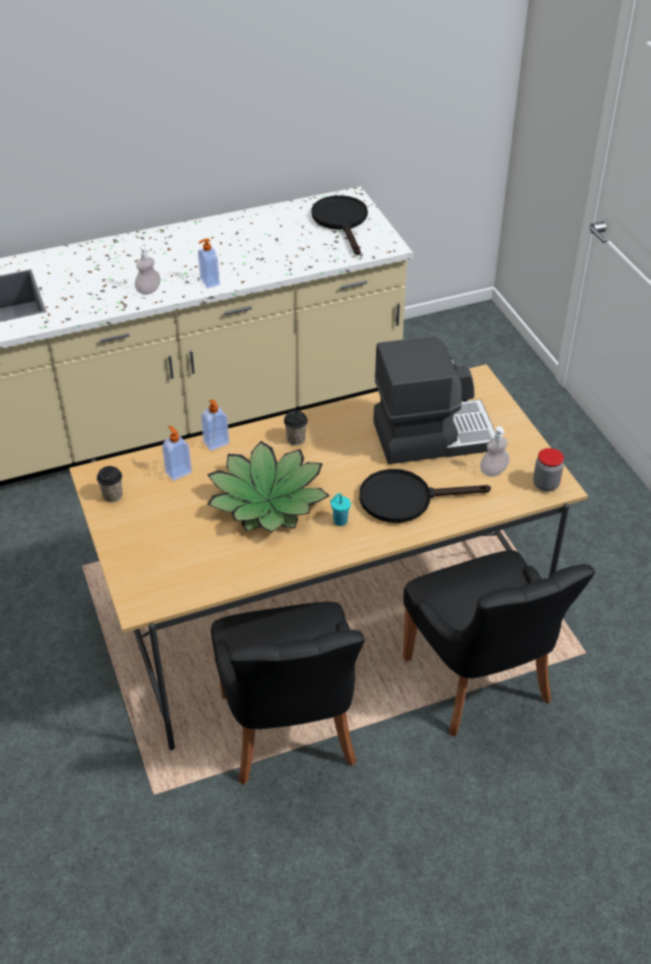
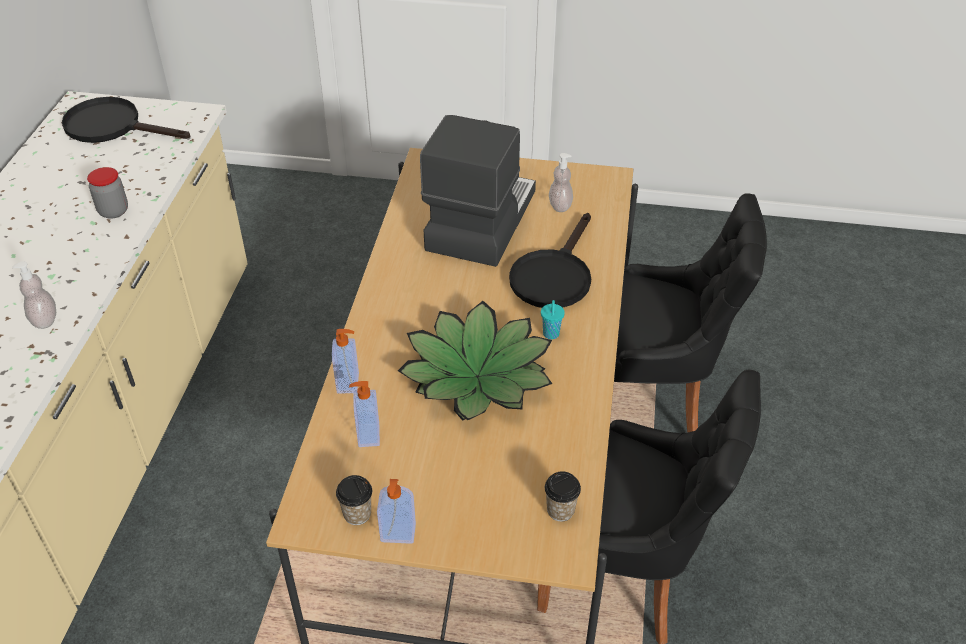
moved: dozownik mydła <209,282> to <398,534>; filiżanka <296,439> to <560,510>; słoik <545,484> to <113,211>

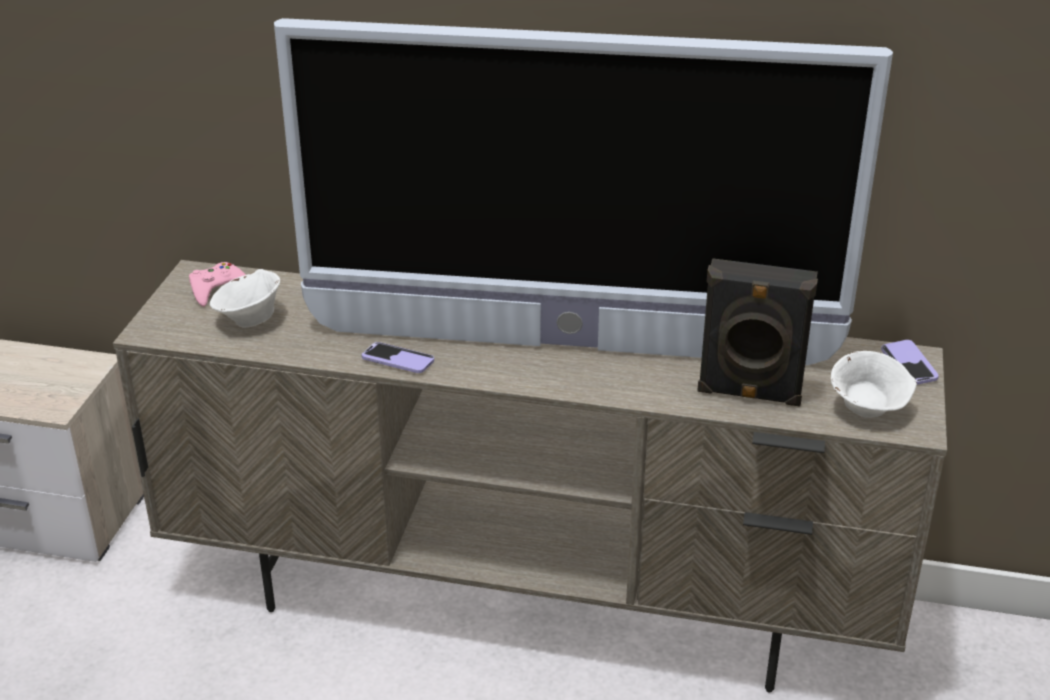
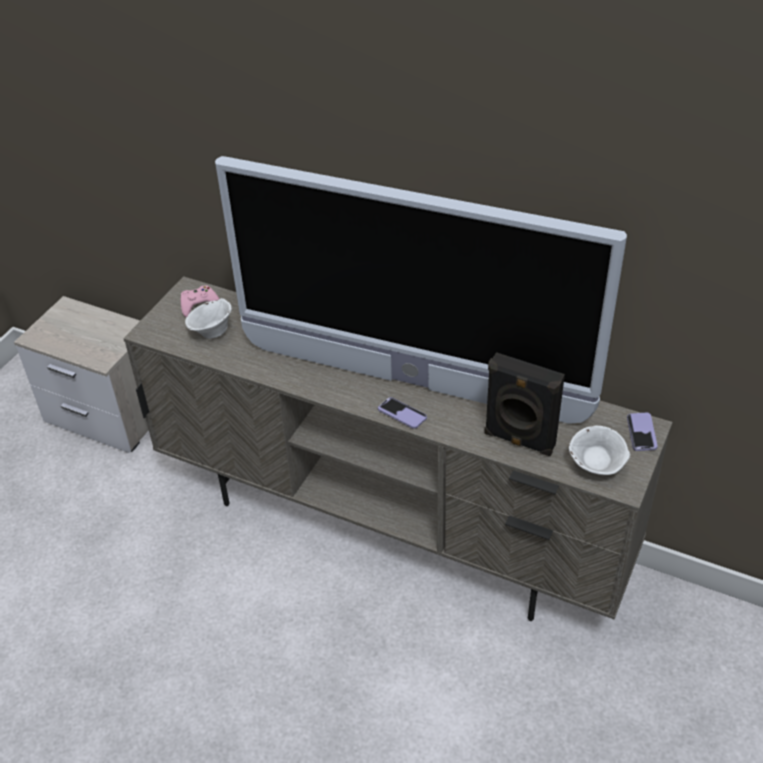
moved: telefon <398,360> to <402,414>

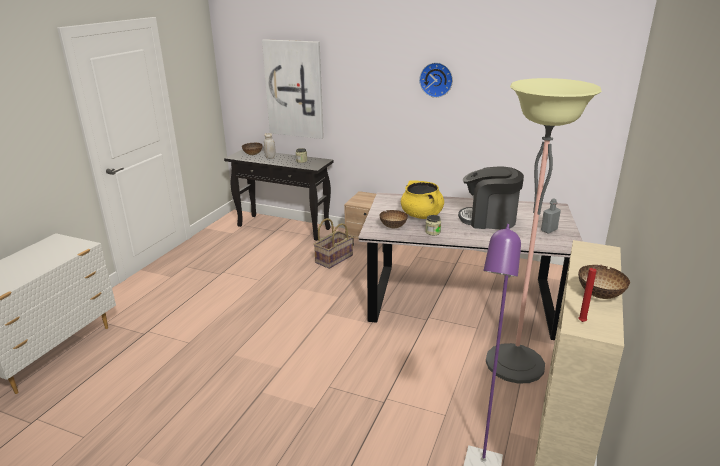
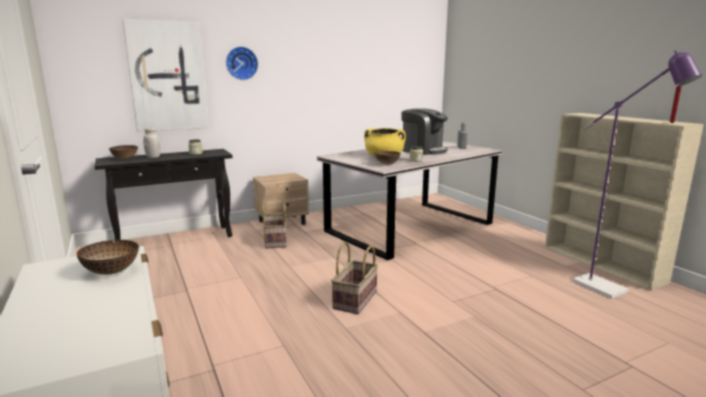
removed: lampa stojąca <514,364>
added: koszyk <356,300>
moved: zegar ścienny <436,79> to <241,63>; miska <600,295> to <112,272>
turned: ekspres do kawy <489,219> = <423,151> 105 degrees counterclockwise

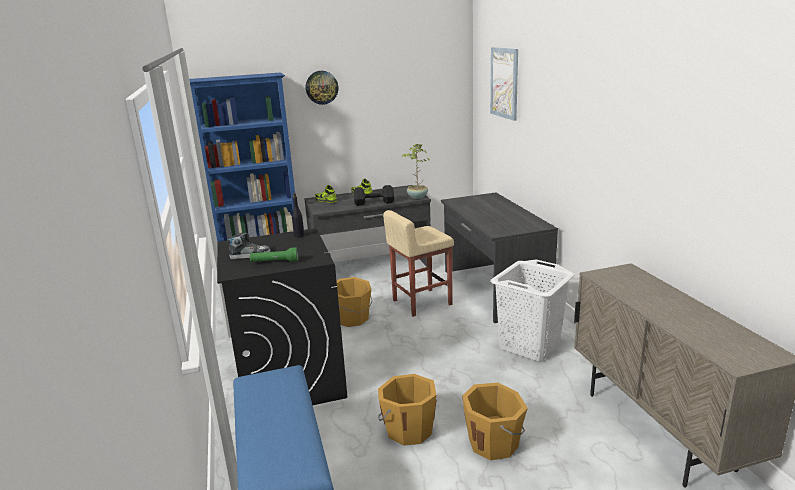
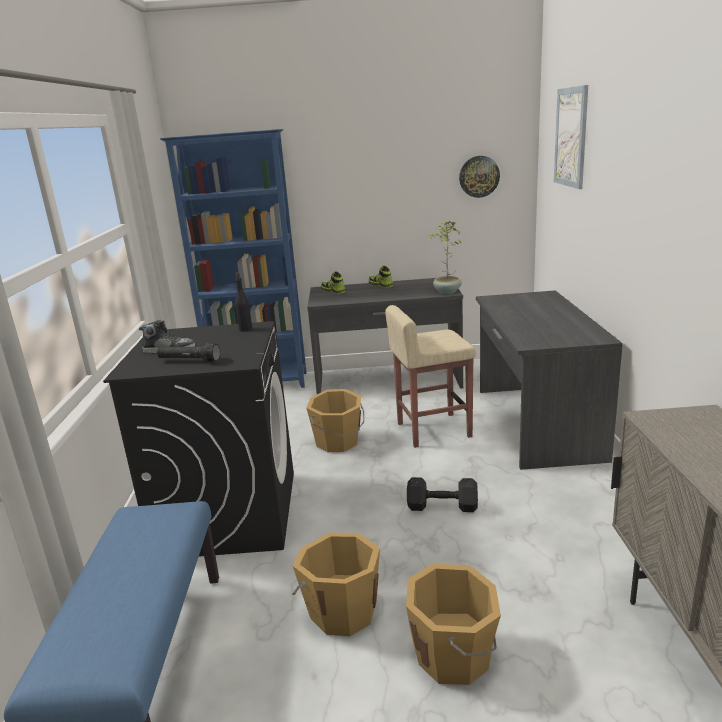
removed: kosz na pranie [biały] <529,346>
moved: zegar ścienny <321,87> to <479,176>; hantel [czarny] <373,203> to <440,506>
recoloured: latarka [zielony] <274,262> to latarka [czarny] <189,361>

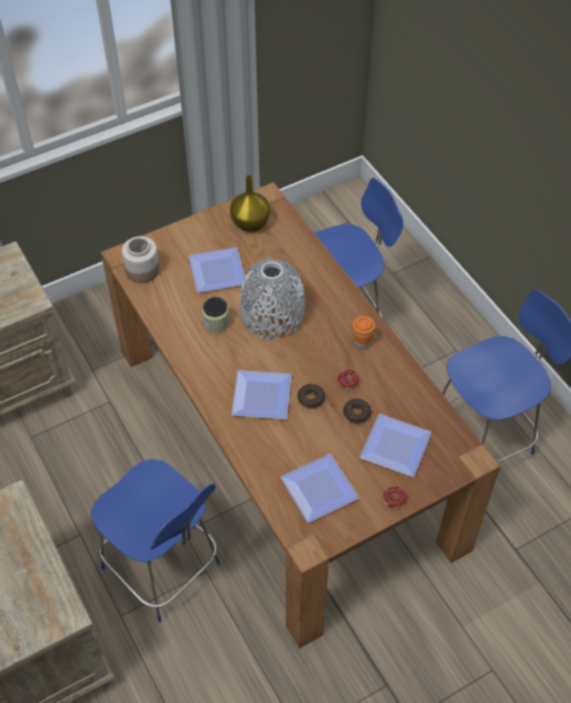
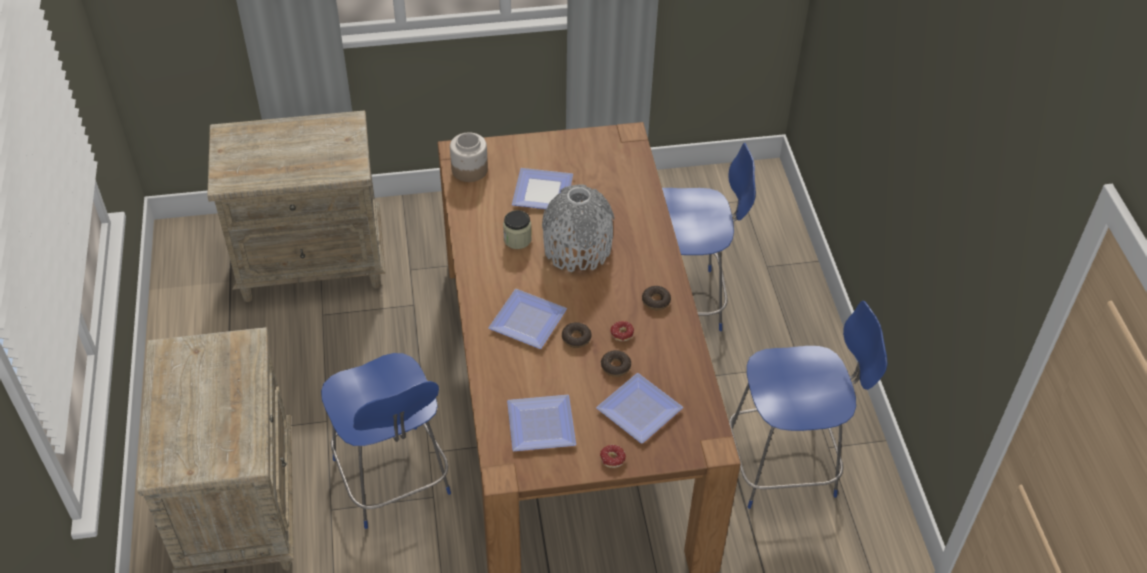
removed: wazon [żółty] <251,223>
replaced: filiżanka [pomarańczowy] <362,342> to donut <656,301>

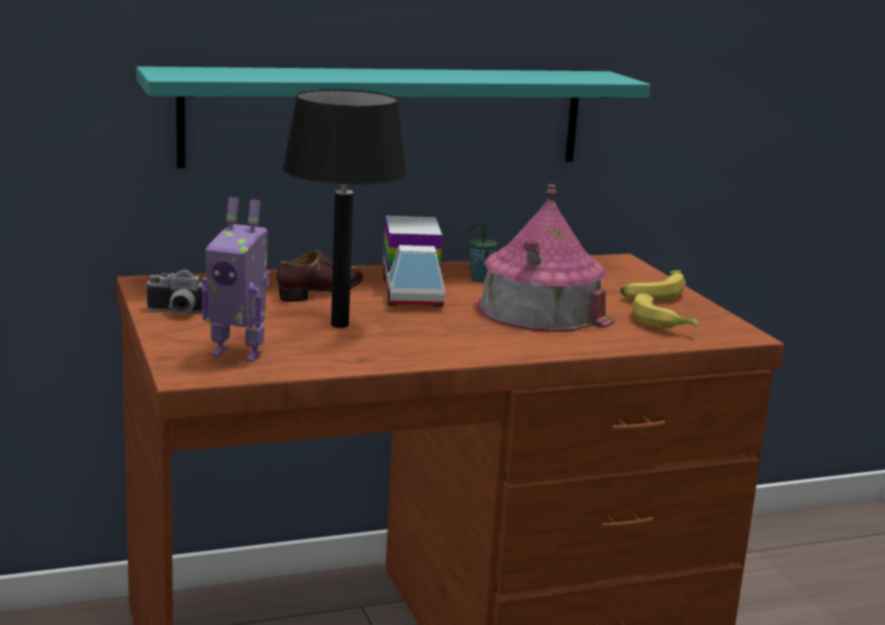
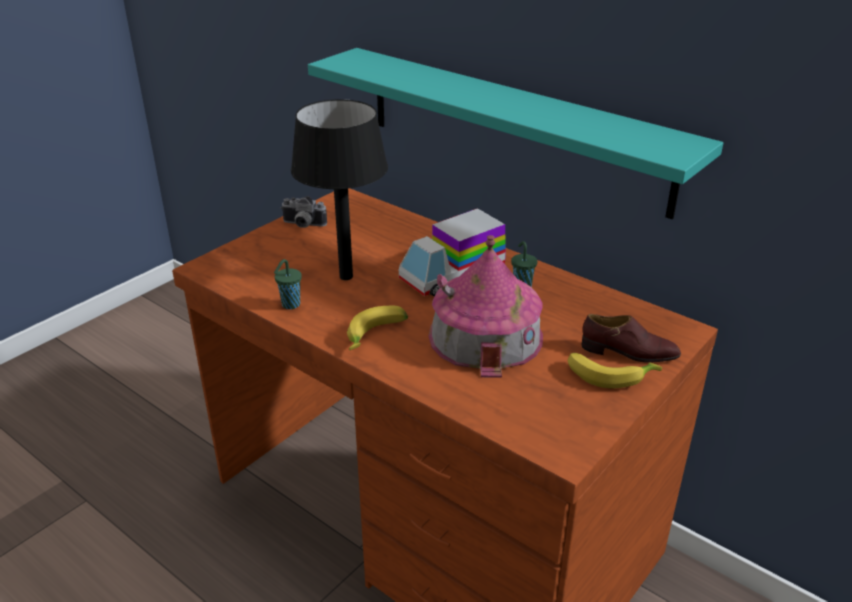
removed: robot zabawkowy <238,353>
added: filiżanka [zielony] <290,305>
moved: but [brązowy] <321,292> to <629,352>; banan <662,323> to <376,336>
turned: aparat fotograficzny <179,313> = <302,225> 45 degrees counterclockwise

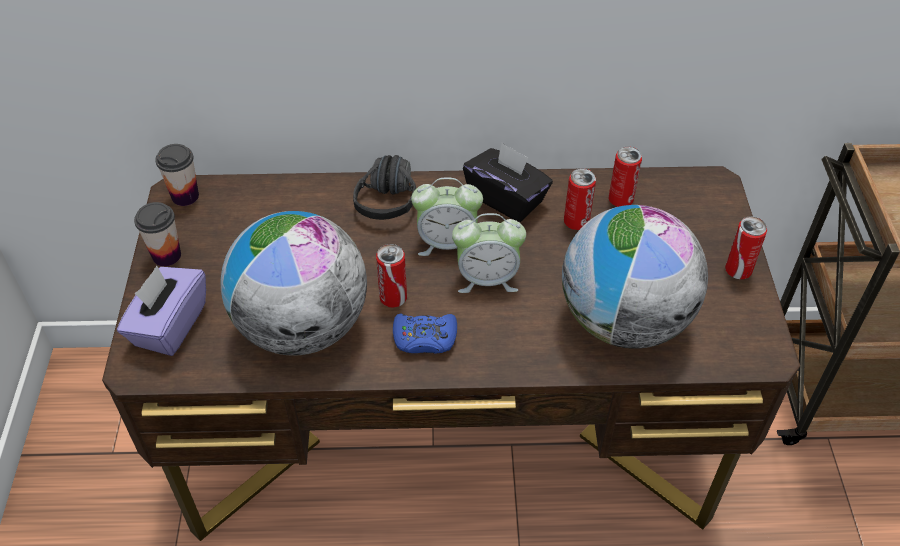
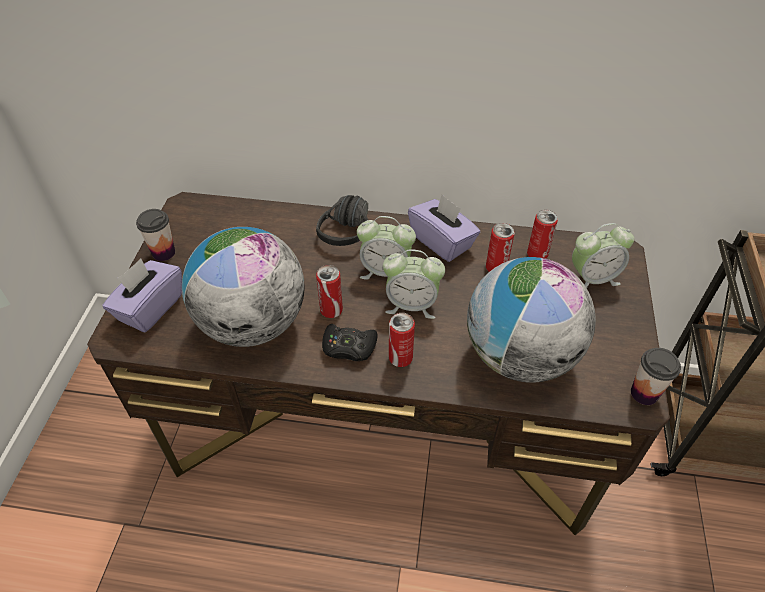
added: budzik <592,278>
moved: filiżanka <185,196> to <644,393>; puszka <738,270> to <400,358>
recoloured: pad do gier [niebieski] <425,338> to pad do gier [czarny] <349,347>; pudełko chusteczek [czarny] <506,199> to pudełko chusteczek [fioletowy] <442,242>

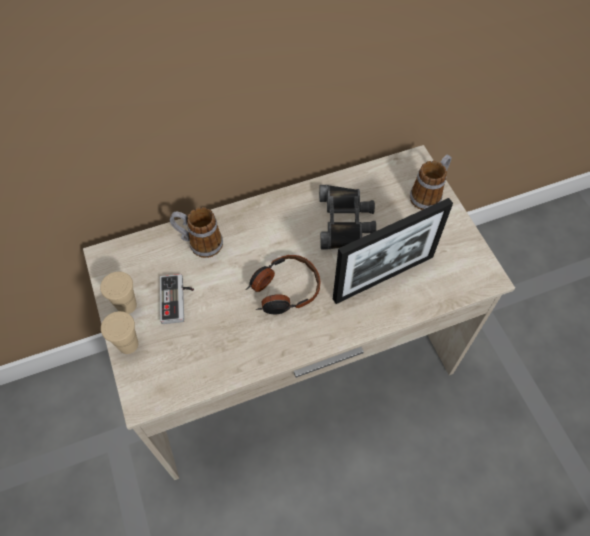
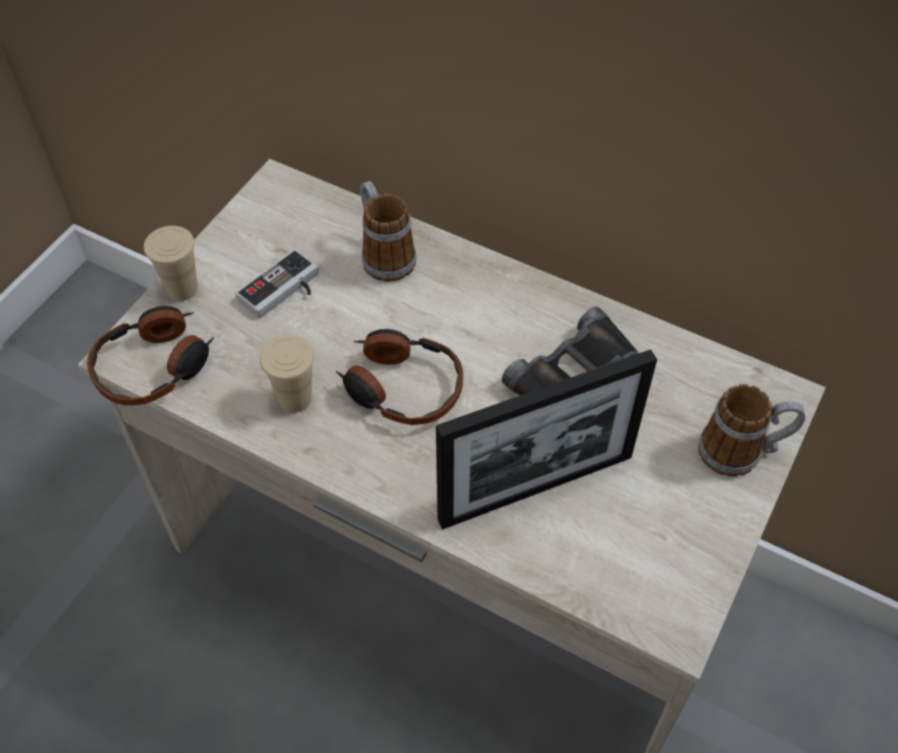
added: słuchawki <155,366>
moved: filiżanka [beżowy] <127,305> to <295,398>
turned: ramka na zdjęcie <383,277> = <536,488> 45 degrees counterclockwise

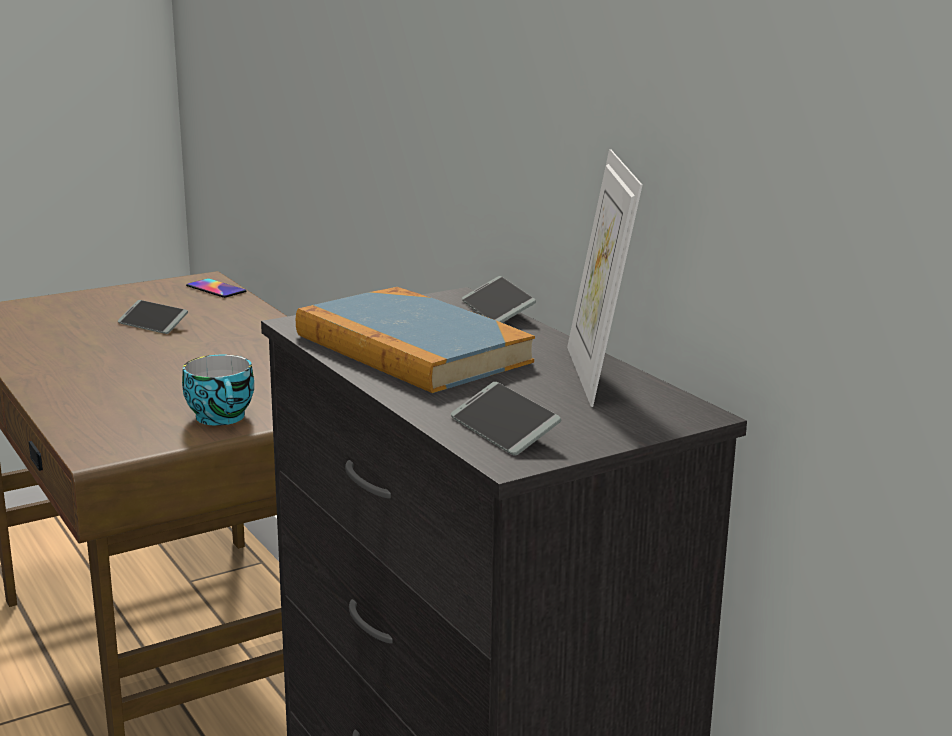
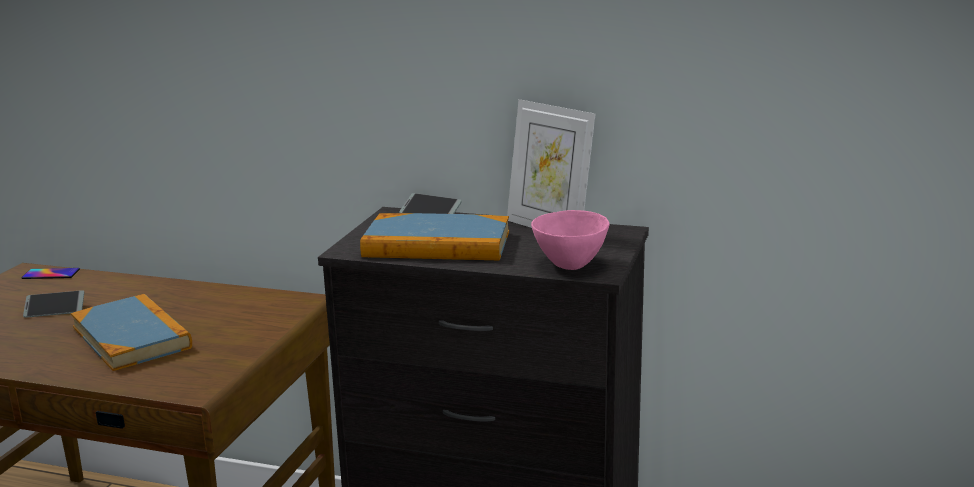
removed: filiżanka <223,418>
added: książka <131,337>
replaced: telefon <504,430> to miska [różowy] <569,264>

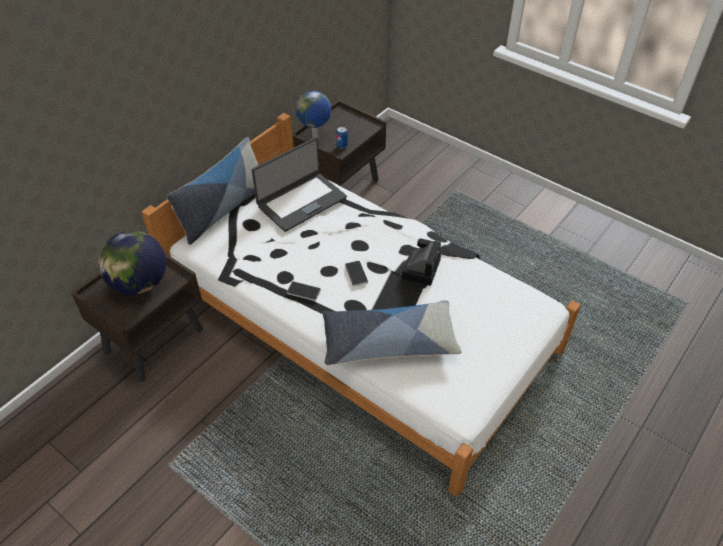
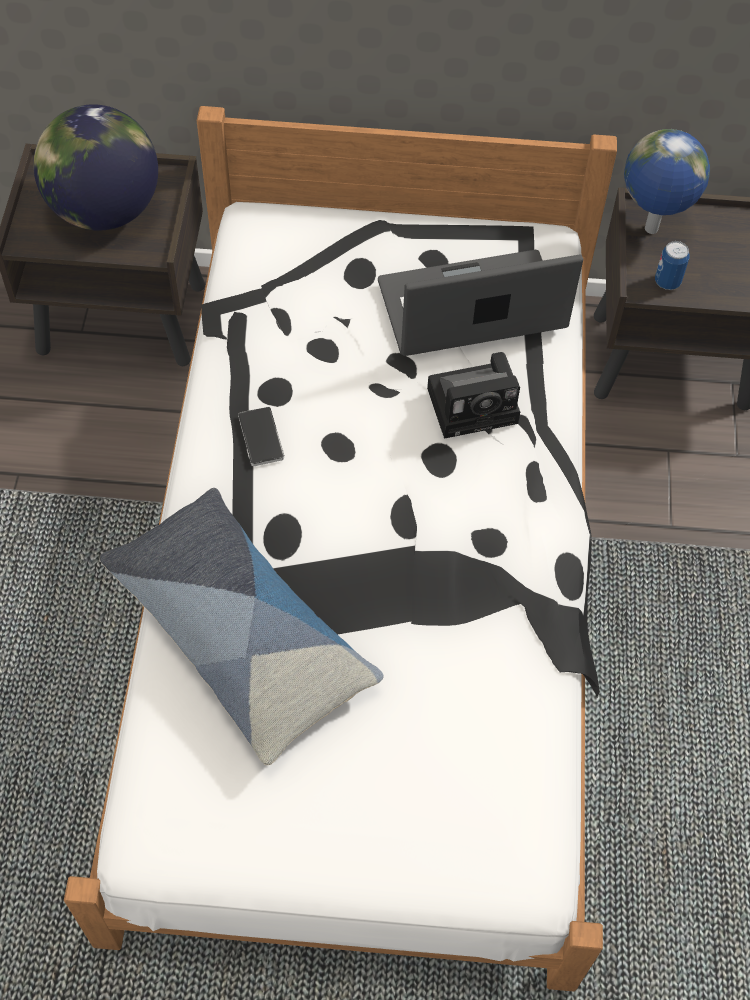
removed: poduszka <223,209>; telefon <356,274>
moved: aparat fotograficzny <421,267> to <476,404>
turned: laptop <301,201> = <472,308> 150 degrees clockwise

